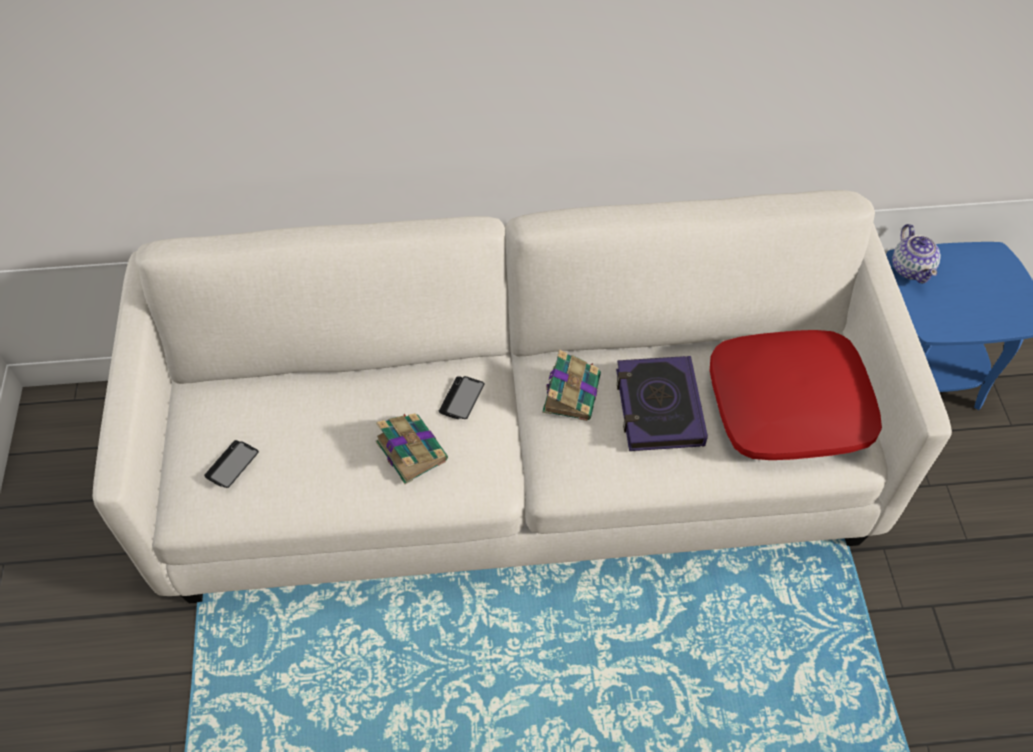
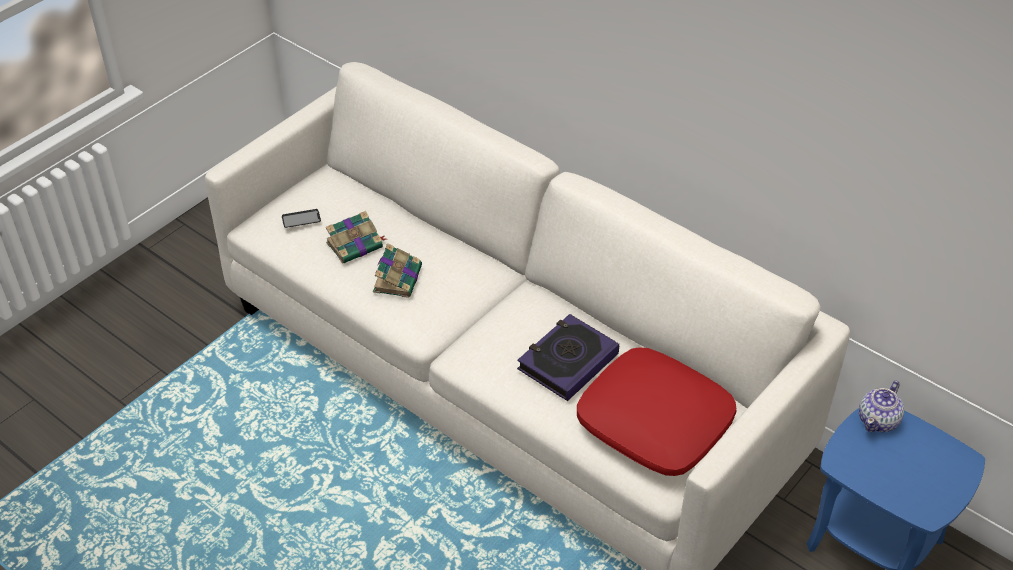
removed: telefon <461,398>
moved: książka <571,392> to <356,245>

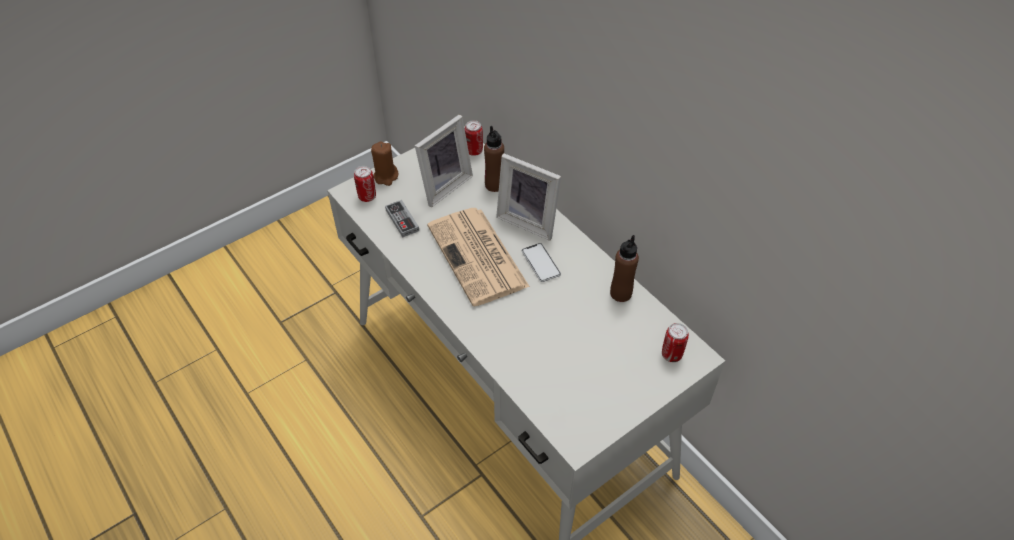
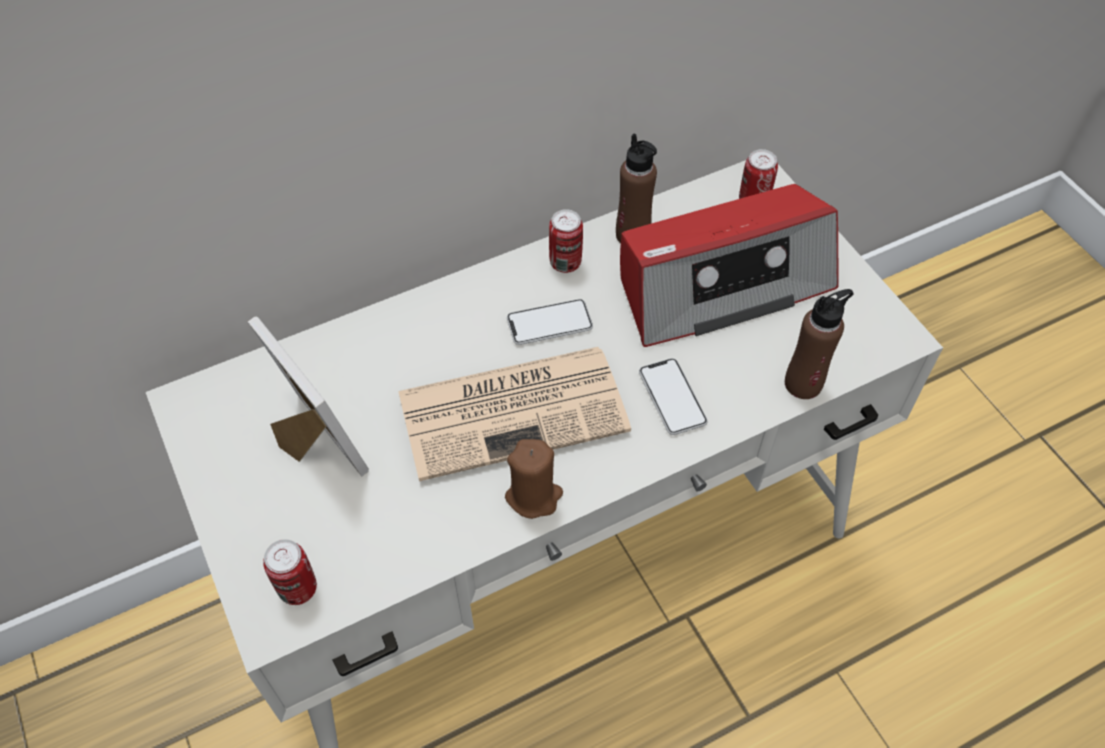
removed: pad do gier <402,220>; ramka na zdjęcie <529,220>
added: radio <721,283>; telefon <672,397>
moved: świeca [brązowy] <386,176> to <534,496>; puszka <474,151> to <565,263>; butelka [brązowy] <494,185> to <803,383>

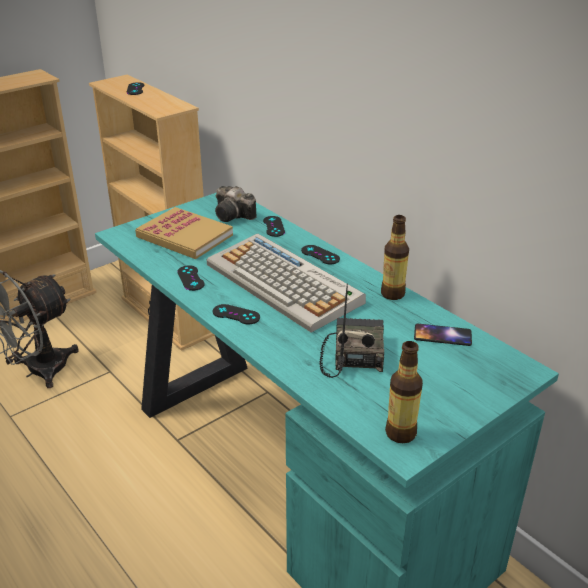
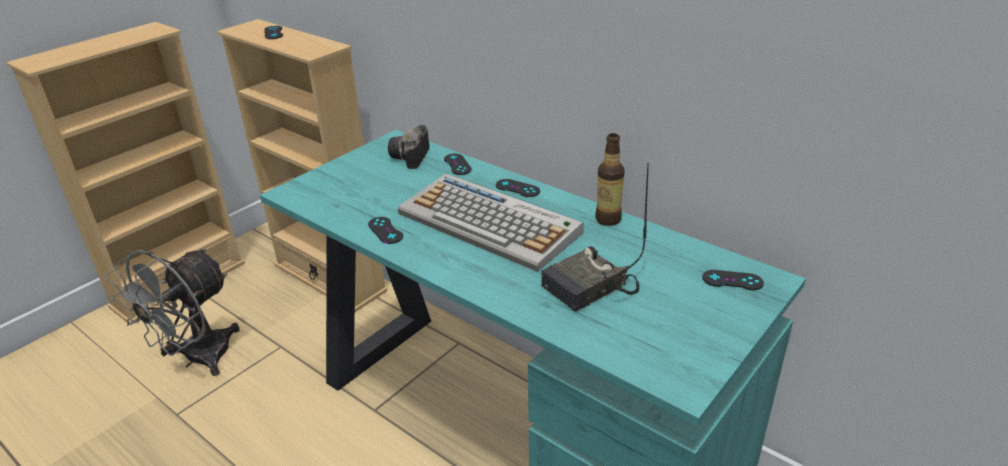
removed: książka <184,236>; butelka <400,433>; telefon <442,335>
moved: pad do gier [czarny] <236,314> to <732,280>
turned: aparat fotograficzny <234,216> = <411,158> 75 degrees clockwise; radio <352,354> = <590,289> 120 degrees counterclockwise

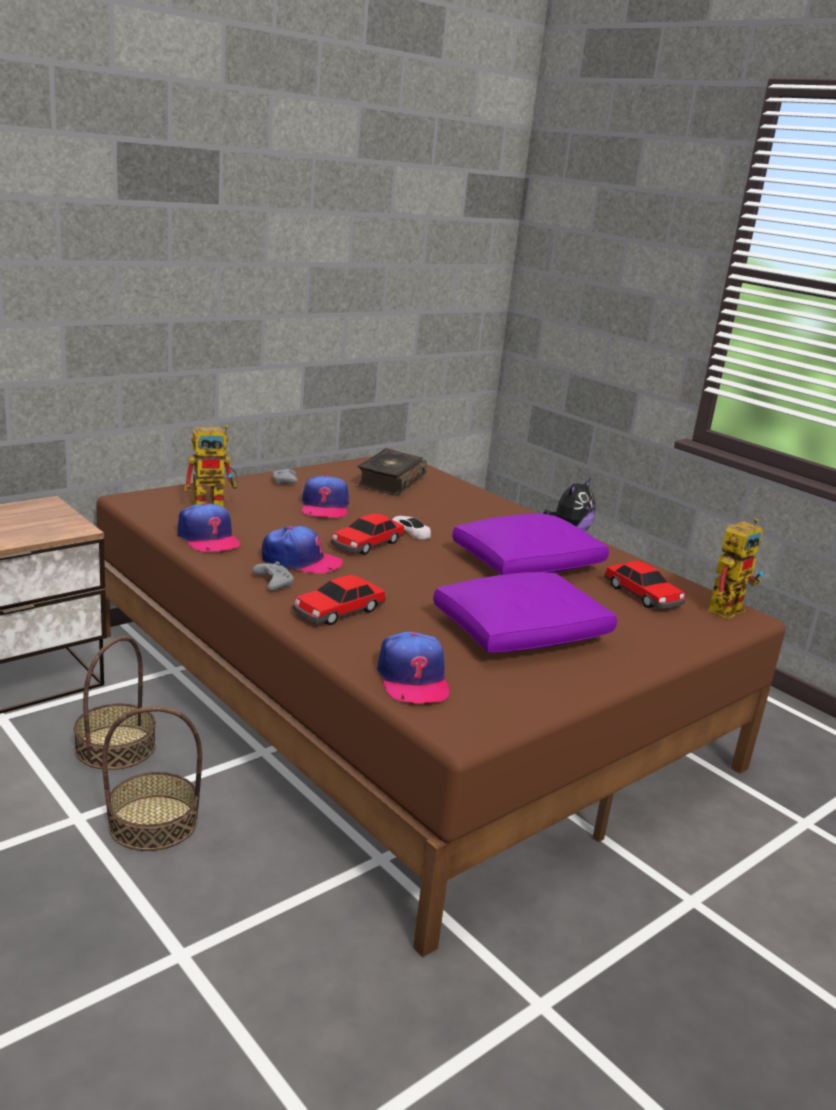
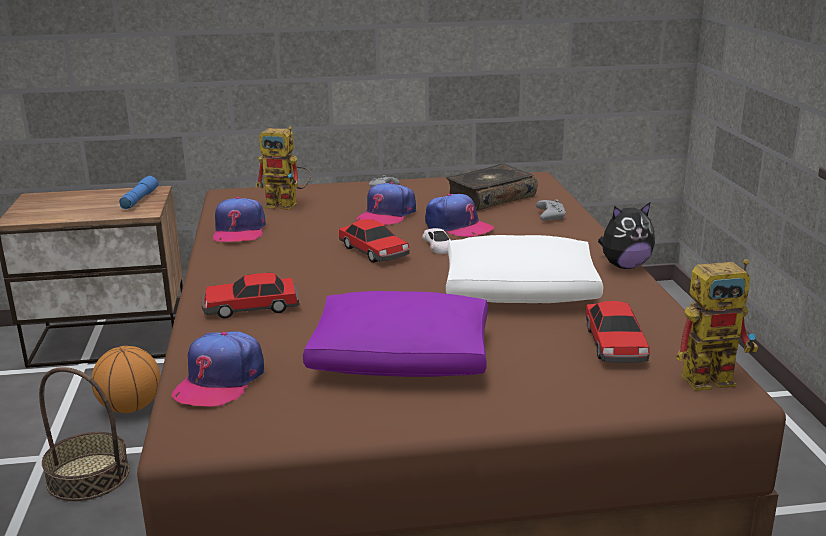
added: latarka [niebieski] <139,199>
moved: pad do gier [szary] <273,583> to <550,216>; czapka z daszkiem <300,561> to <457,226>
replaced: koszyk <115,747> to piłka do koszykówki <130,408>
recoloured: poduszka [fioletowy] <528,563> to poduszka [biały] <521,291>
turned: samochodzik <366,544> = <374,252> 105 degrees counterclockwise

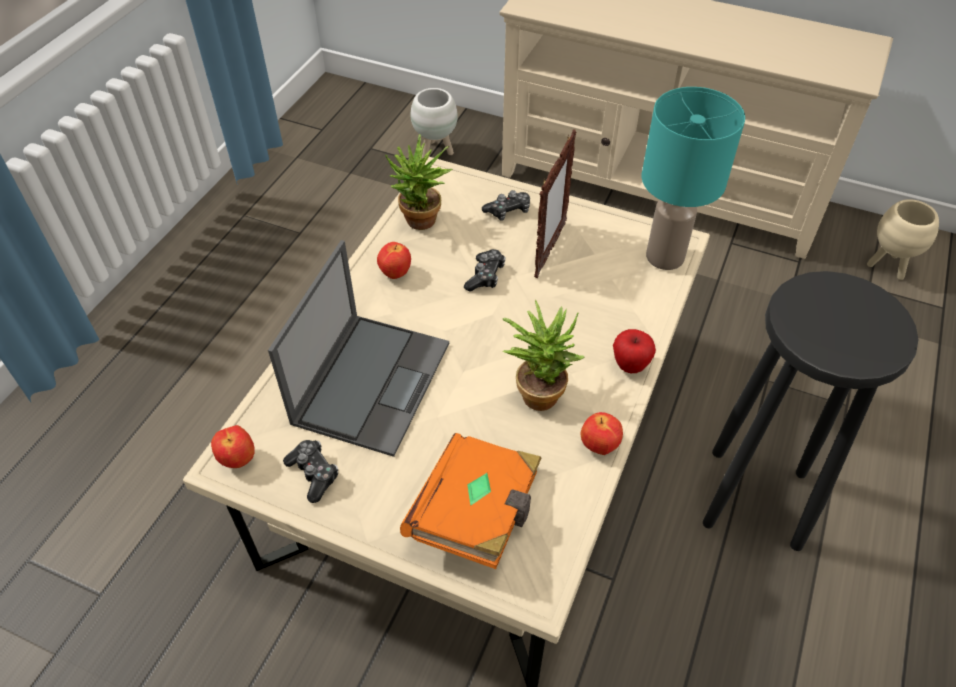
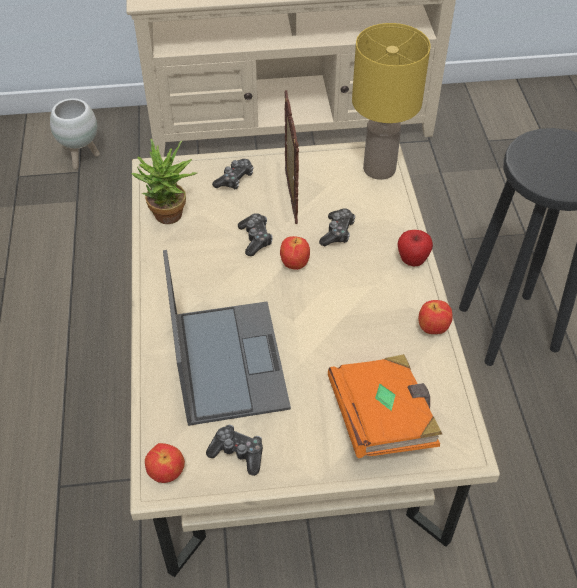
removed: roślina doniczkowa <538,390>; donica [beżowy] <888,267>
added: pad do gier <337,232>
moved: jabłko <395,273> to <294,264>
recoloured: lampa stołowa [turkusowy] <665,256> to lampa stołowa [żółty] <379,168>

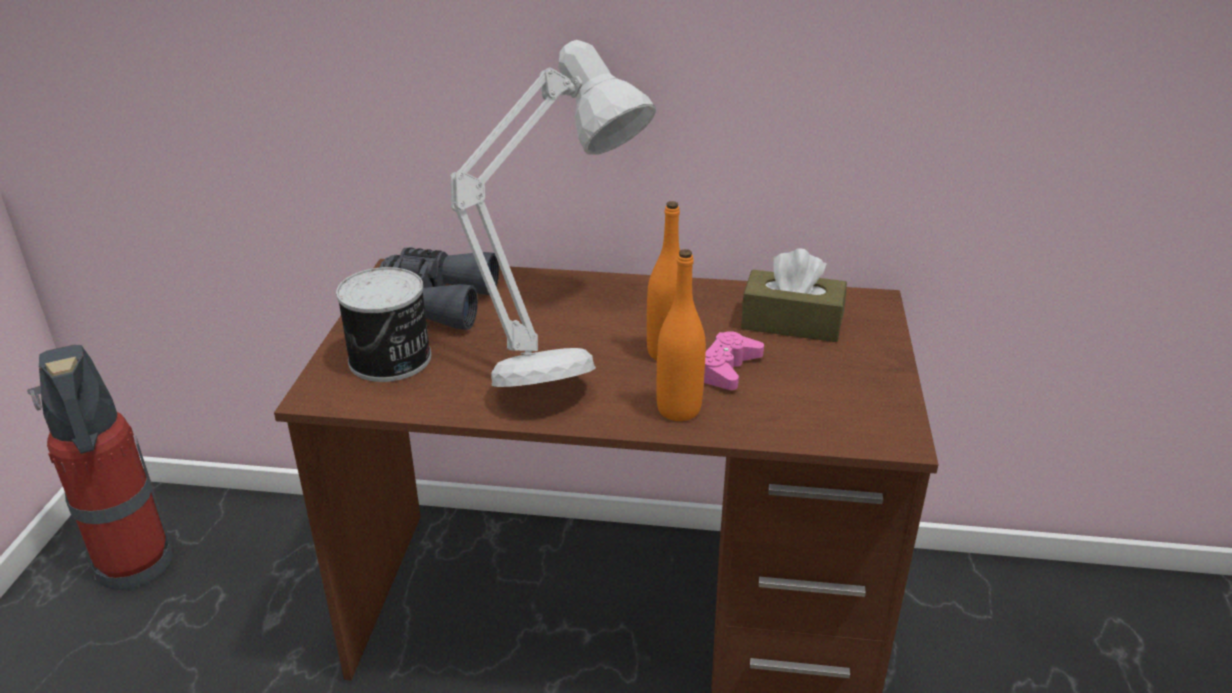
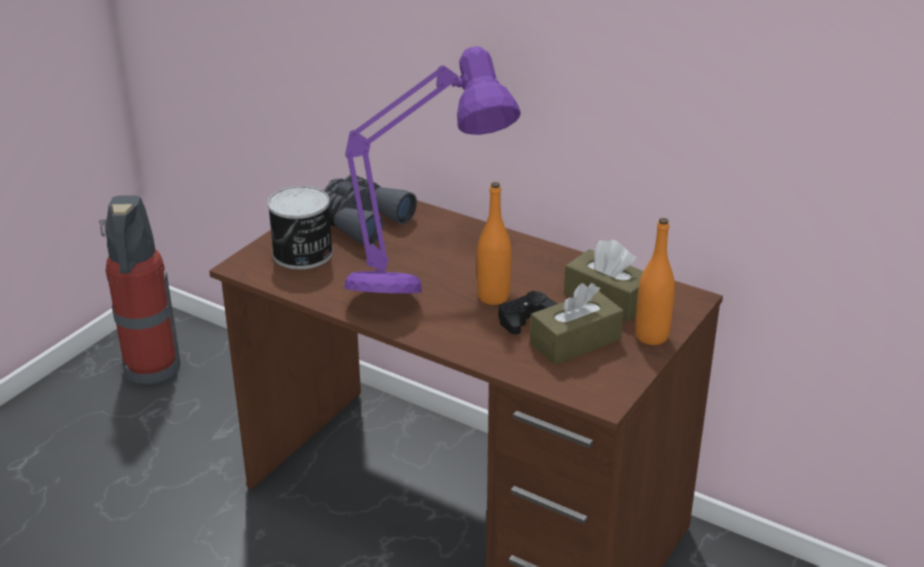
added: pudełko chusteczek [brązowy] <575,341>
moved: butelka [pomarańczowy] <678,409> to <651,336>
recoloured: lampa stołowa [szary] <559,344> to lampa stołowa [fioletowy] <422,271>; pad do gier [różowy] <727,369> to pad do gier [czarny] <526,319>

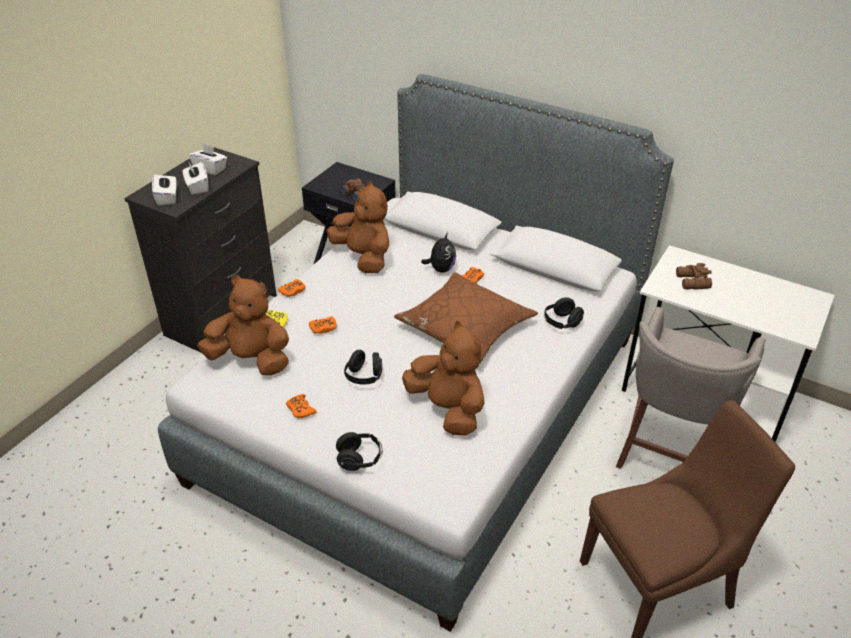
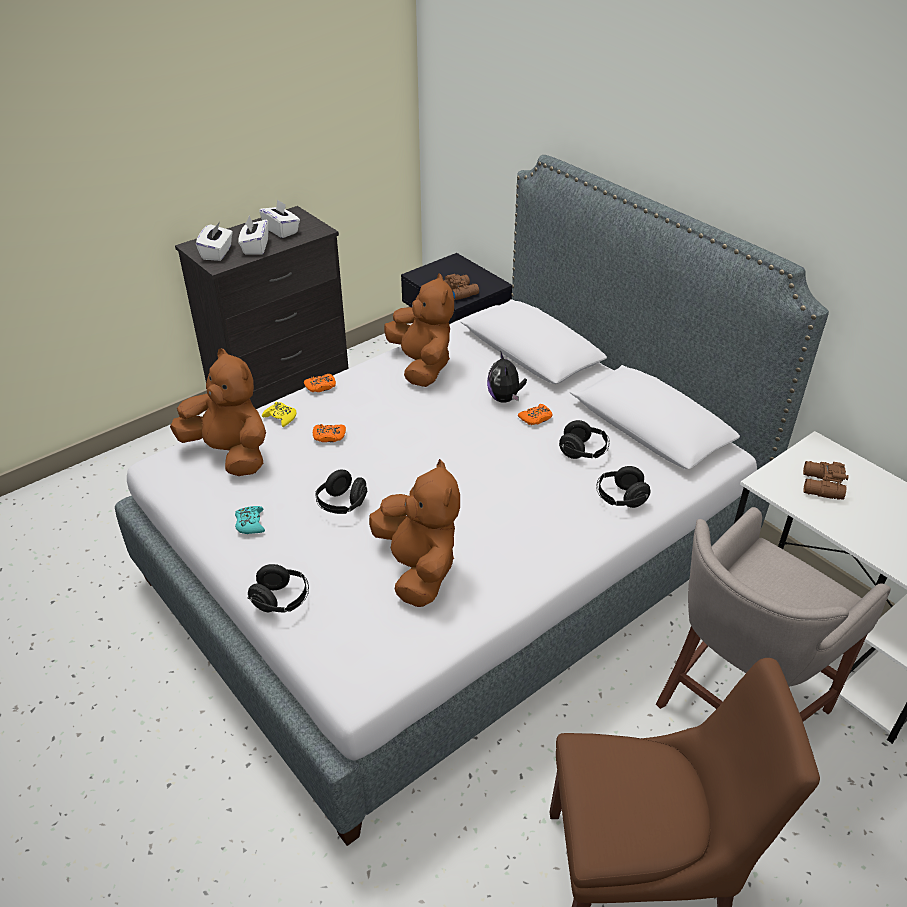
removed: poduszka [brązowy] <465,327>
added: słuchawki [czarny] <583,452>
recoloured: pad do gier [pomarańczowy] <300,409> to pad do gier [turkusowy] <250,523>
turned: pluszak <441,269> = <505,398> 135 degrees clockwise

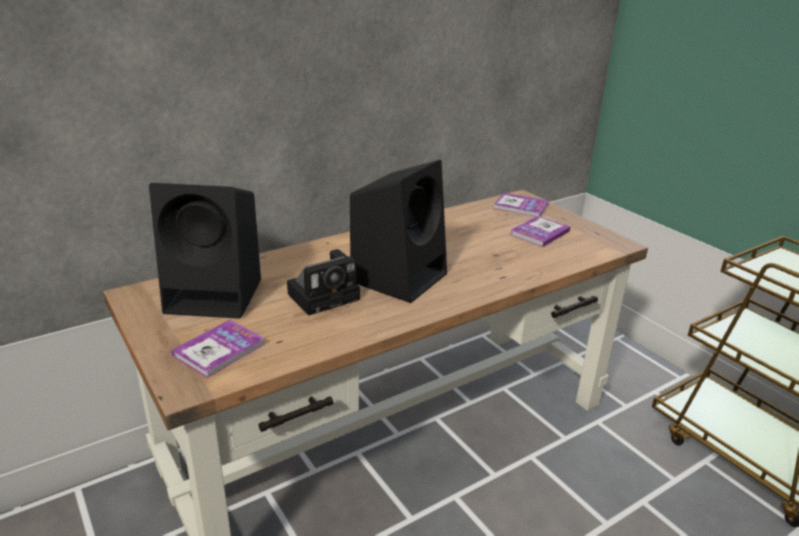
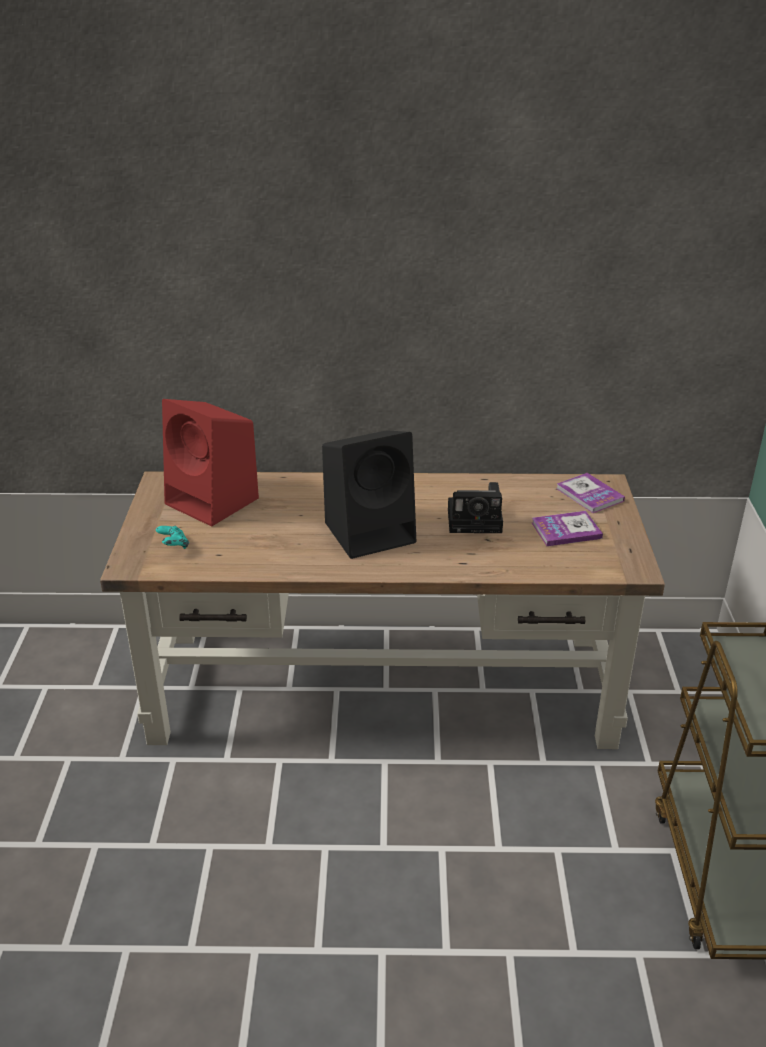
moved: aparat fotograficzny <326,295> to <477,520>
replaced: książka <219,350> to pad do gier [turkusowy] <173,546>
recoloured: głośnik [czarny] <217,296> to głośnik [czerwony] <214,501>

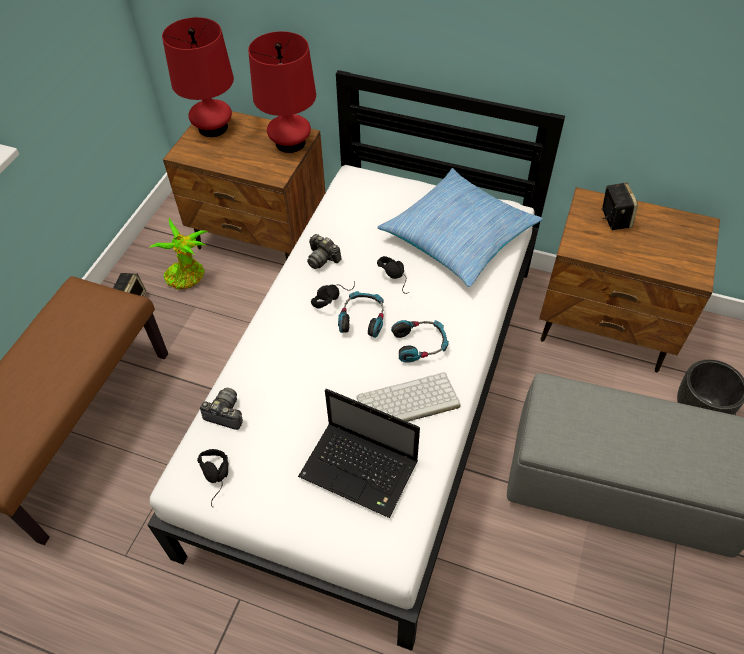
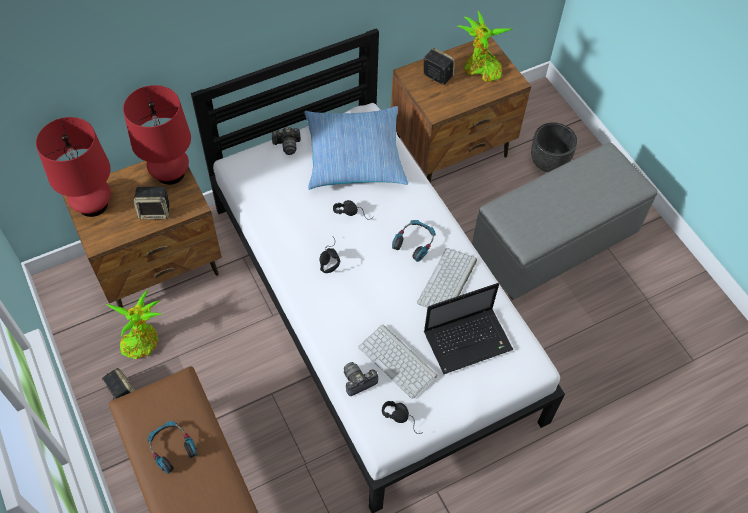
added: głośnik <155,211>; klawiatura <399,361>; roślina doniczkowa <480,69>
moved: aparat fotograficzny <322,258> to <287,145>; słuchawki <362,318> to <172,448>

